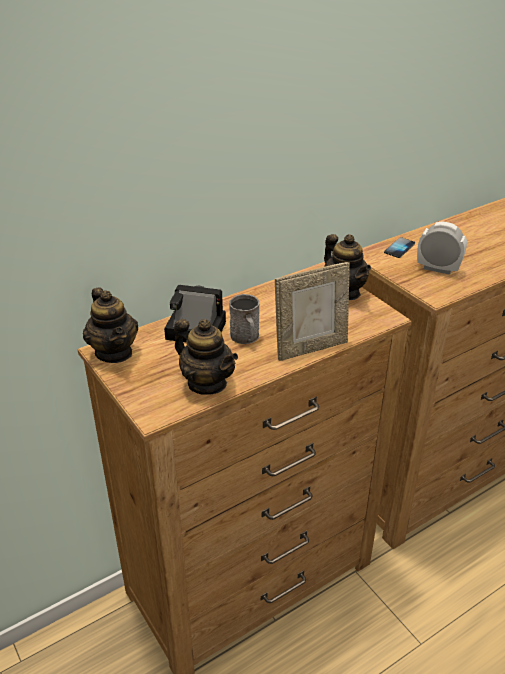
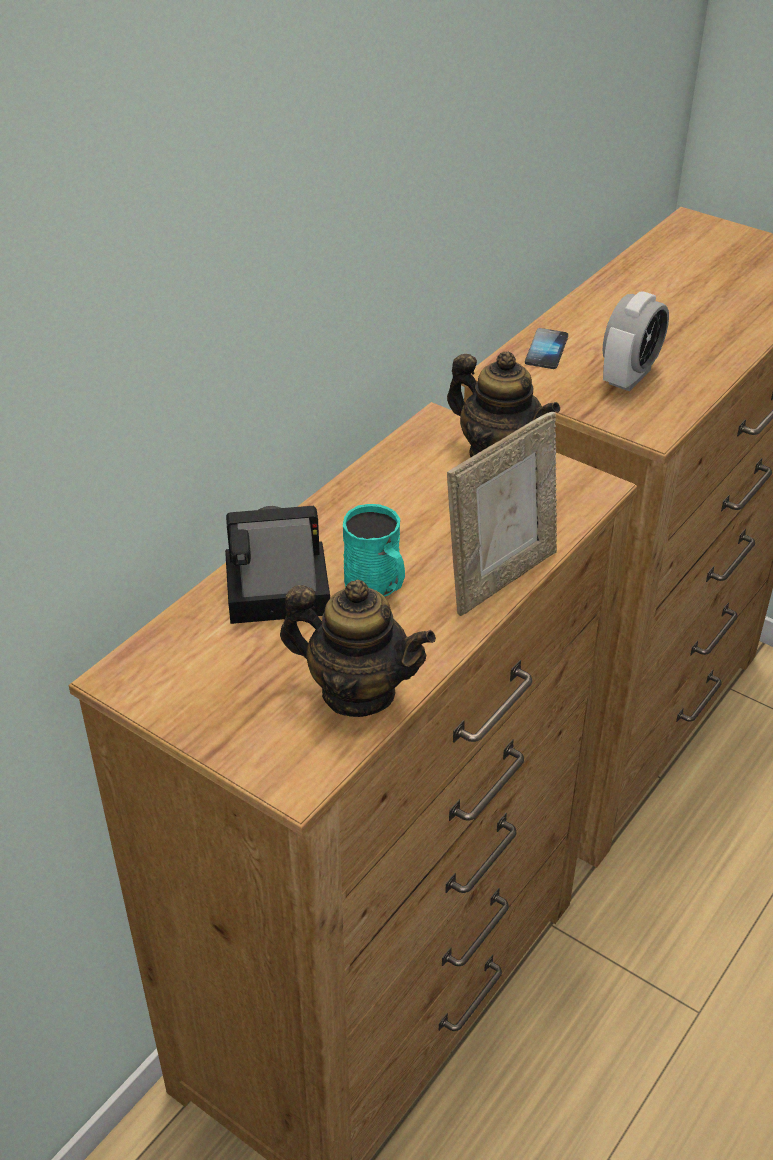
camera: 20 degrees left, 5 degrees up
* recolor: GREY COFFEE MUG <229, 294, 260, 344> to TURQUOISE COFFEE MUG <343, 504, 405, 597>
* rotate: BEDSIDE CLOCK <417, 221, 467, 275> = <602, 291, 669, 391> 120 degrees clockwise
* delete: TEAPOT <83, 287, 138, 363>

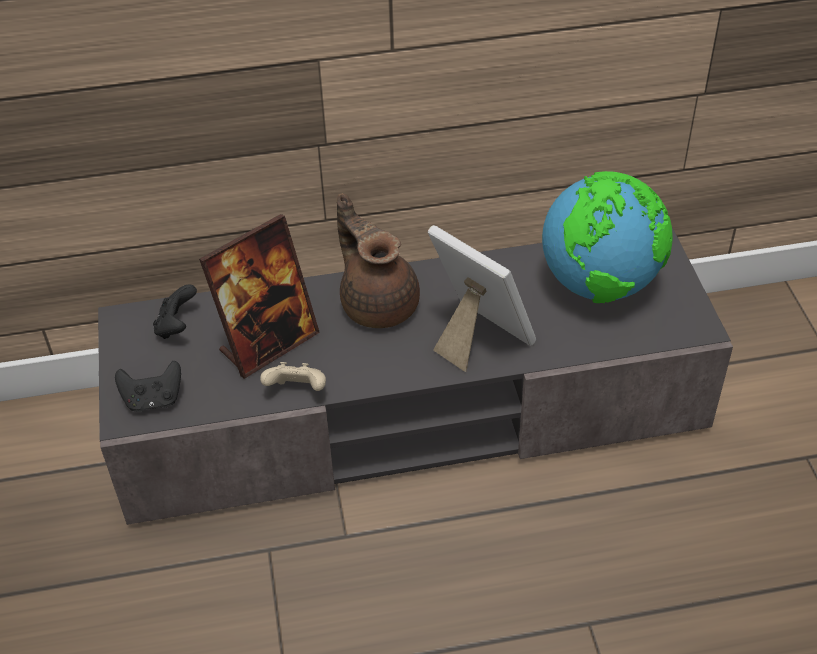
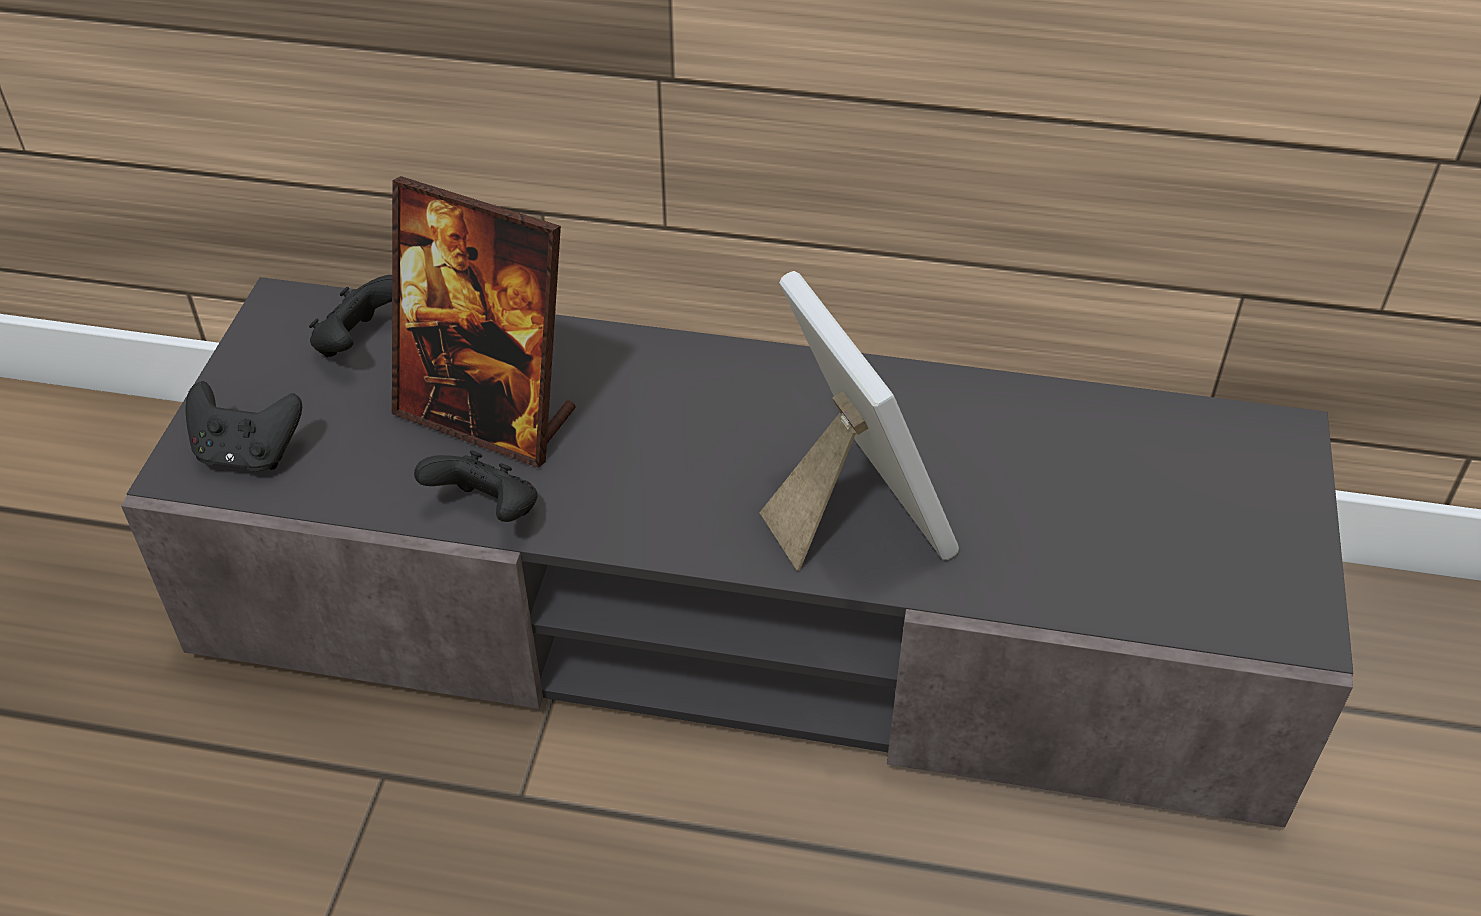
camera: 20 degrees right, 0 degrees up
* rotate: PHOTO FRAME <199, 214, 320, 379> = <392, 176, 576, 468> 45 degrees clockwise
* recolor: BEIGE JOYPAD <260, 362, 326, 391> to BLACK JOYPAD <414, 450, 538, 522>
* delete: BROWNISH TEAPOT <337, 193, 420, 328>
* delete: DESK GLOBE <542, 171, 673, 303>

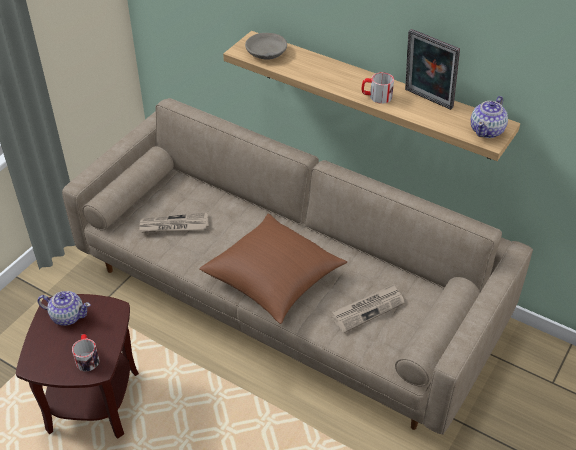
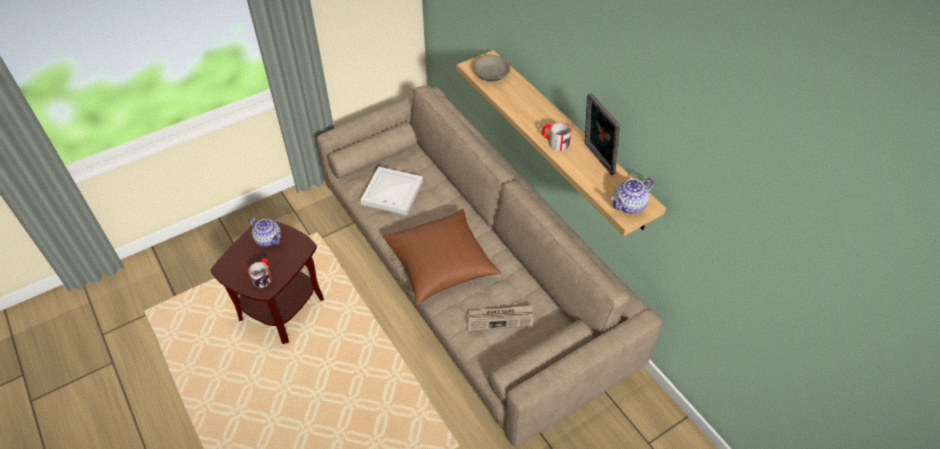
camera: 25 degrees right, 5 degrees up
* replace: DAILY PAPER <139, 213, 209, 233> to WHITE SERVING TRAY <360, 167, 423, 215>

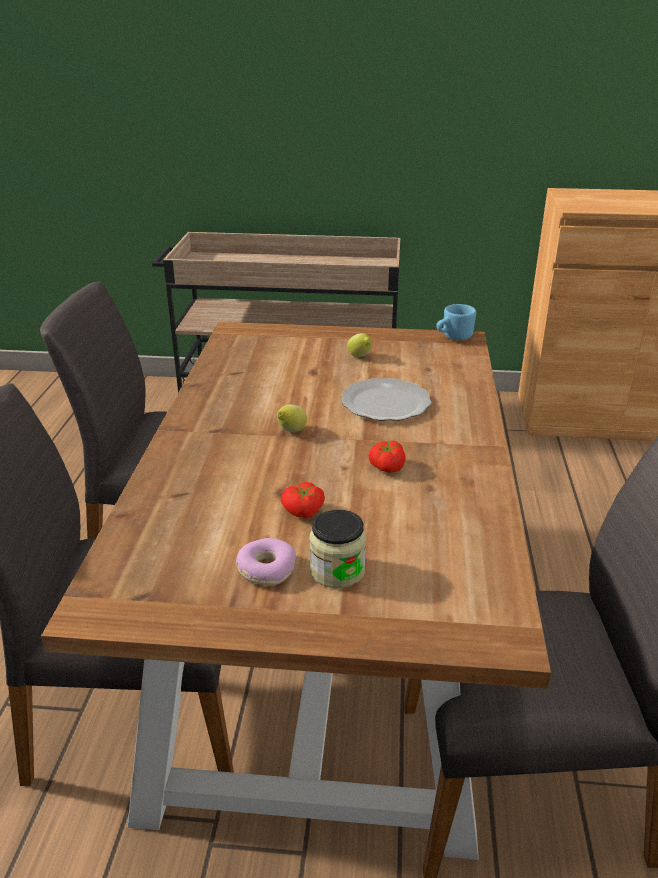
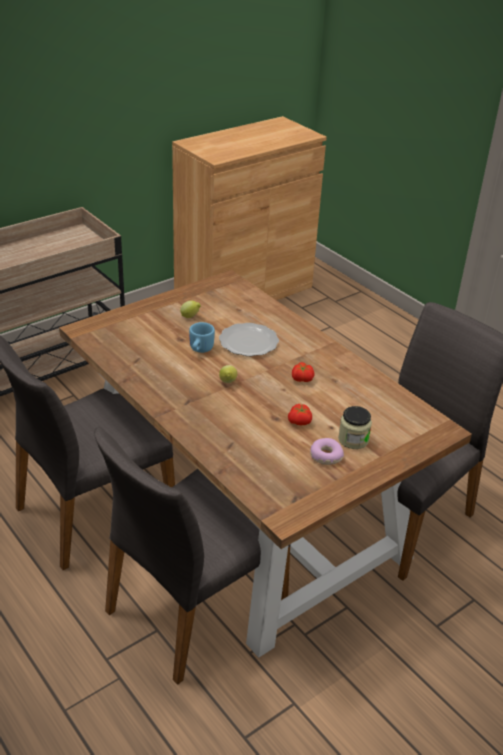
camera: 45 degrees left, 5 degrees up
* move: BLUISH COFFEE MUG <436, 304, 476, 340> to <189, 322, 215, 353>

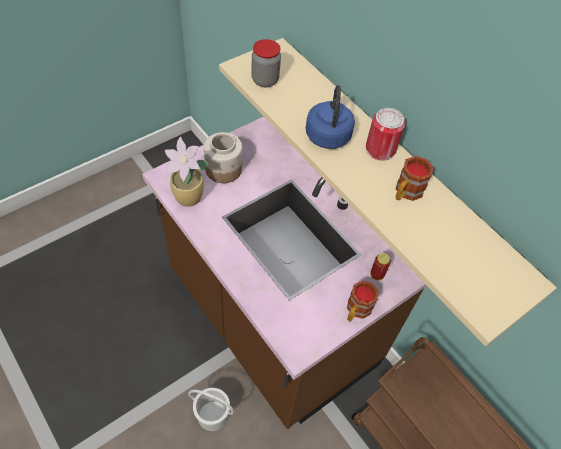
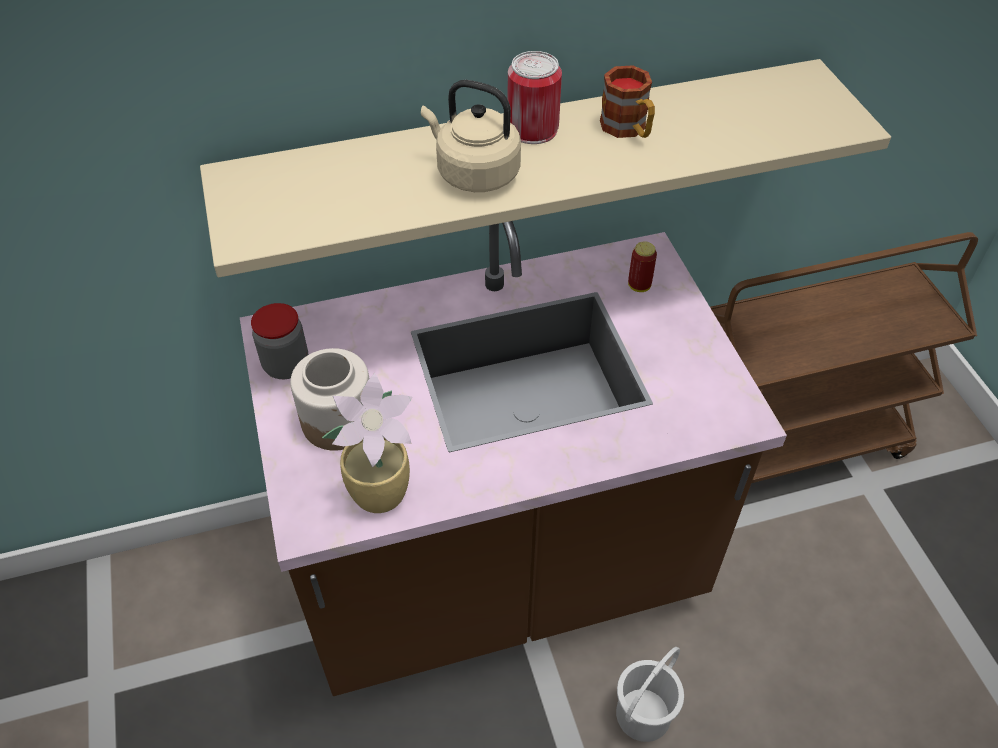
camera: 65 degrees left, 5 degrees down
* move: PRESERVE JAR <251, 39, 281, 87> to <251, 303, 308, 379>
* recolor: BLUISH TEA KETTLE <306, 85, 355, 149> to BEIGE TEA KETTLE <421, 80, 521, 192>
* delete: COFFEE MUG <347, 281, 379, 321>

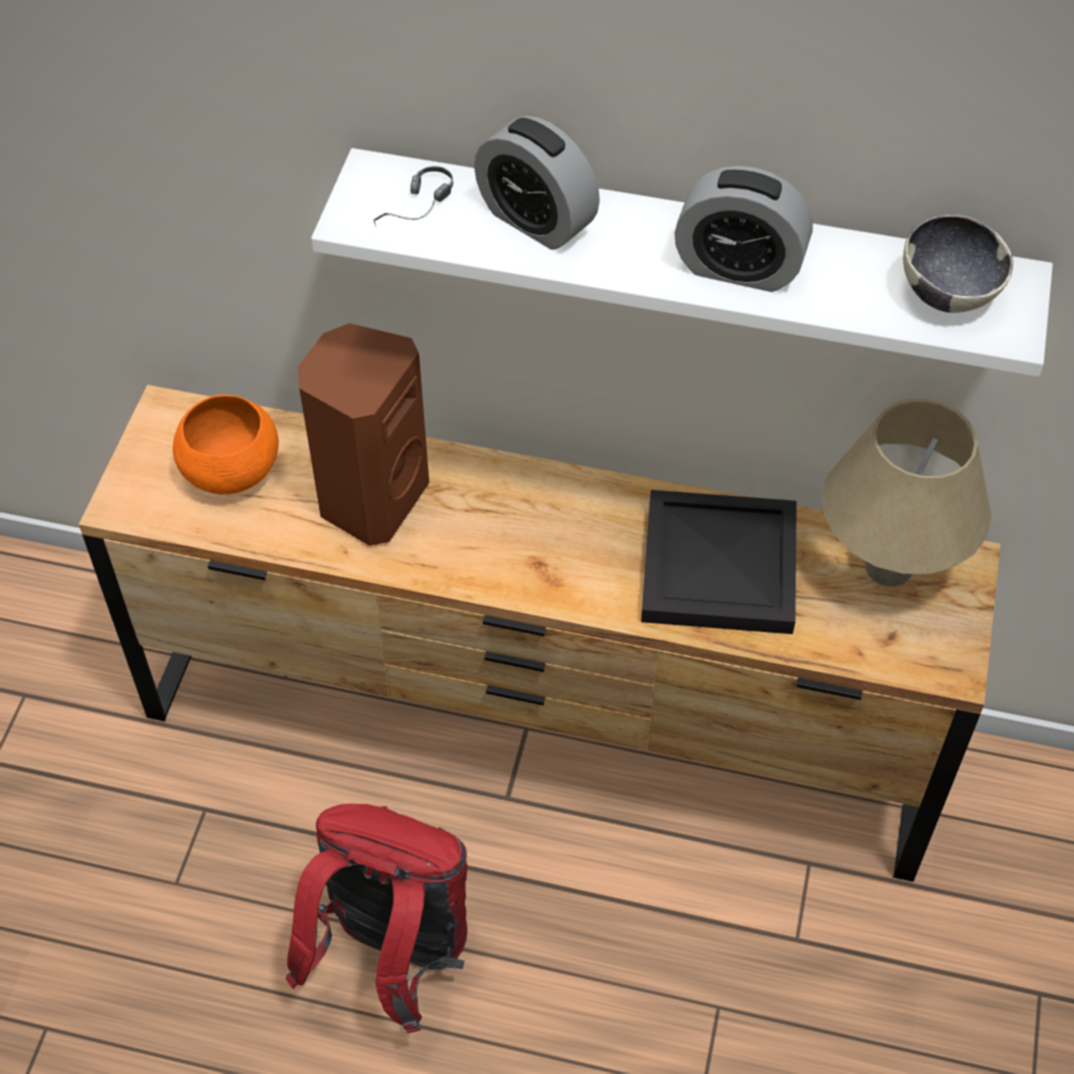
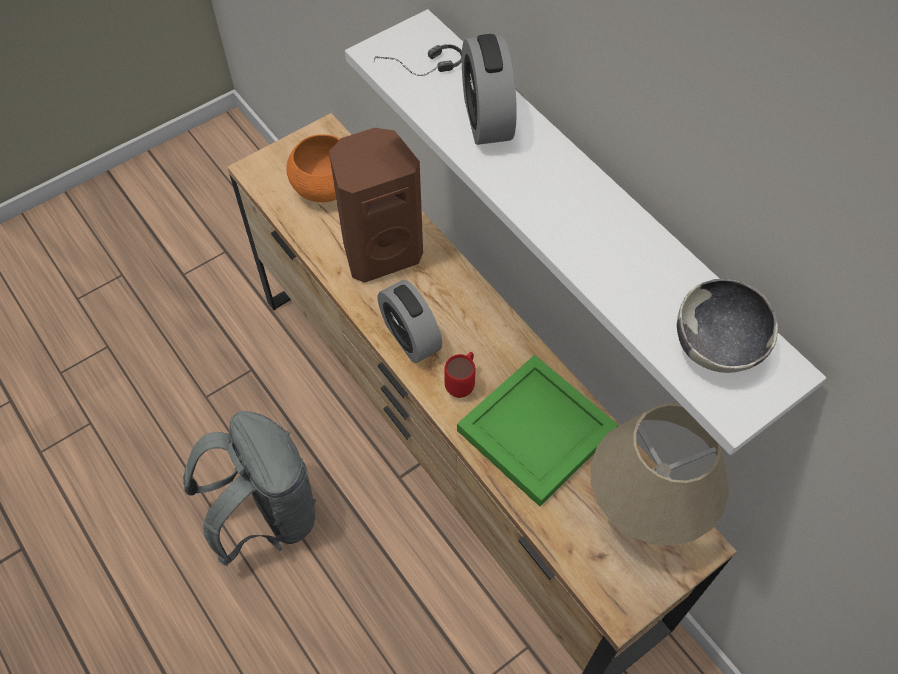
camera: 40 degrees right, 5 degrees up
* recolor: RED RUCKSACK <286, 804, 468, 1033> to GREY RUCKSACK <183, 411, 316, 567>
* move: BEDSIDE CLOCK <675, 166, 813, 292> to <378, 280, 442, 363>
* insert: RED COFFEE MUG <444, 352, 475, 398>
* recolor: BLACK SERVING TRAY <641, 490, 797, 634> to GREEN SERVING TRAY <457, 355, 618, 506>

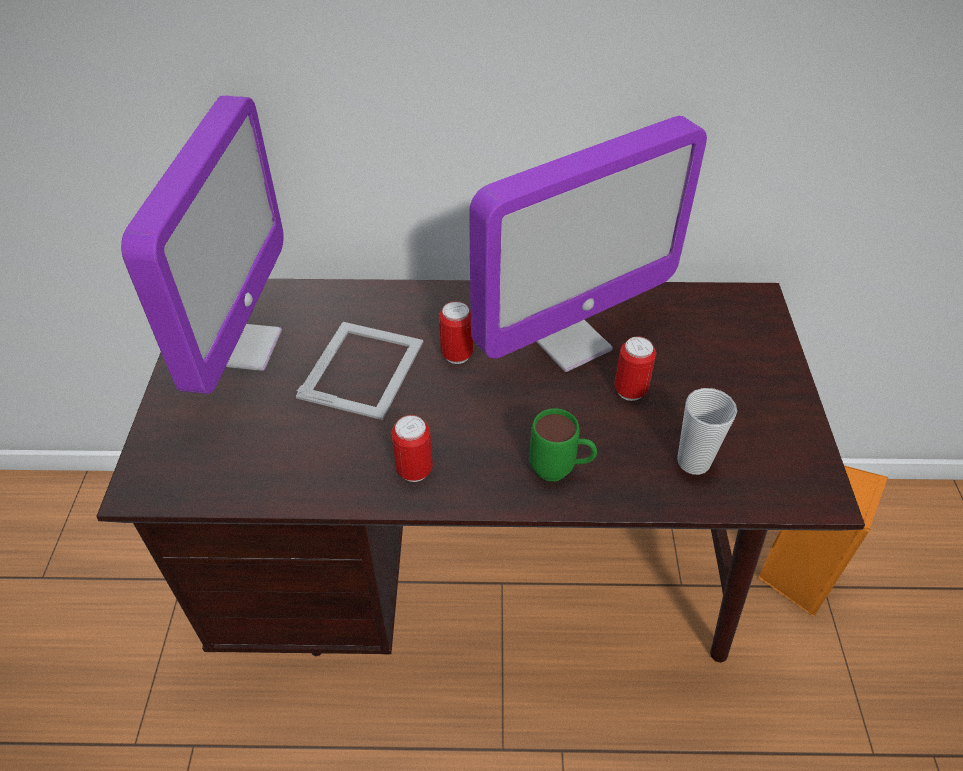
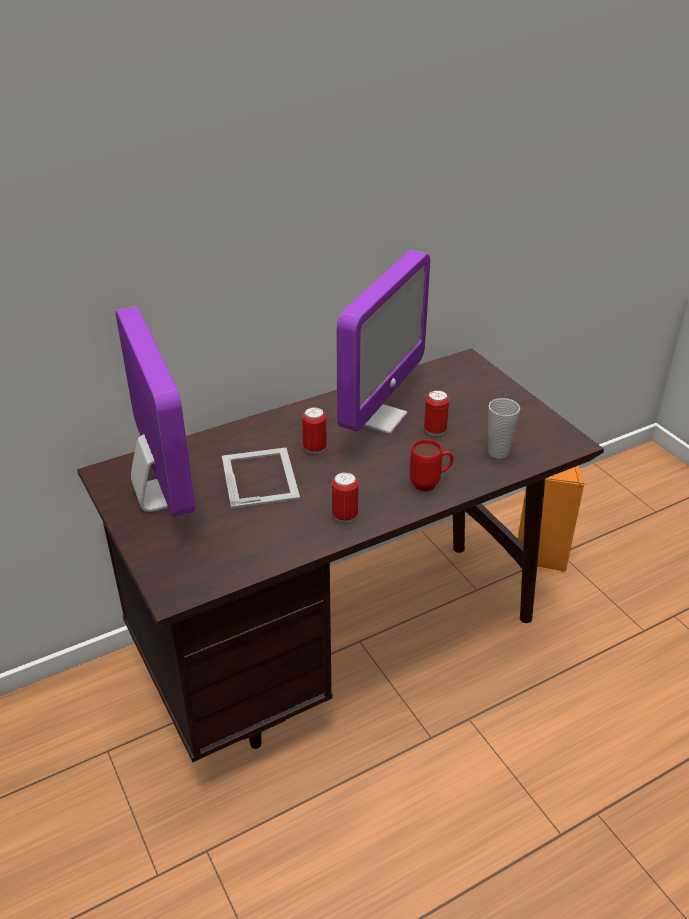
camera: 30 degrees left, 10 degrees down
* recolor: GREEN COFFEE MUG <529, 408, 597, 481> to RED COFFEE MUG <410, 439, 454, 491>

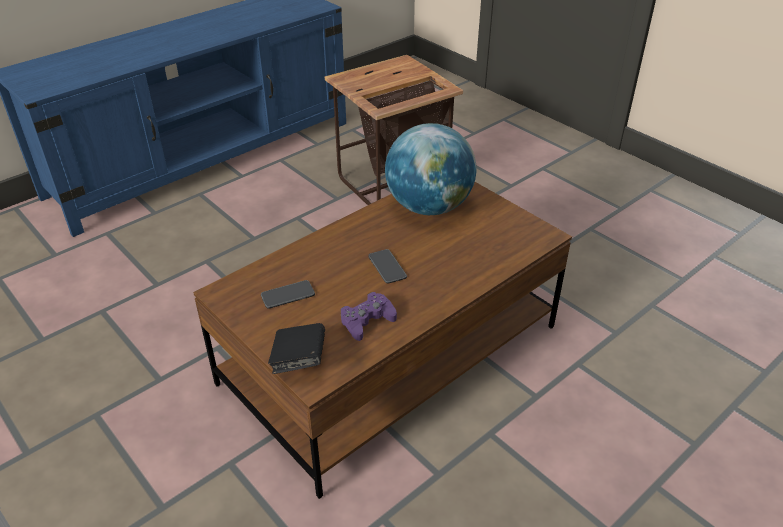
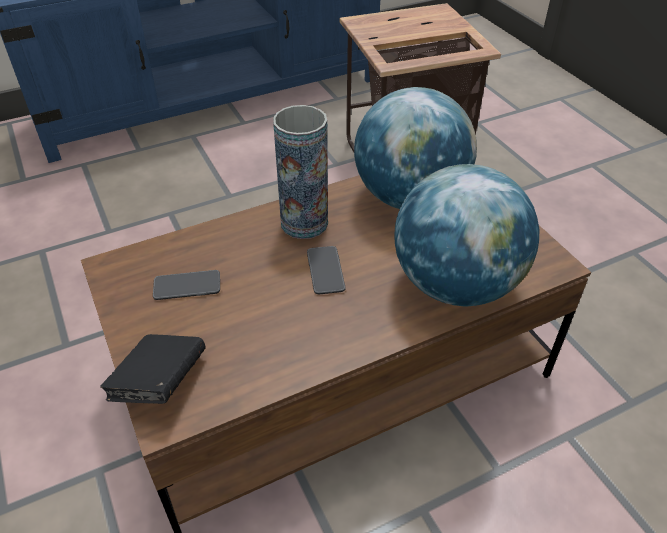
camera: 15 degrees right, 5 degrees up
* insert: DECORATIVE VASE <273, 105, 328, 239>
* insert: DESK GLOBE <394, 164, 539, 307>
* delete: PURPLISH JOYPAD <341, 292, 397, 341>

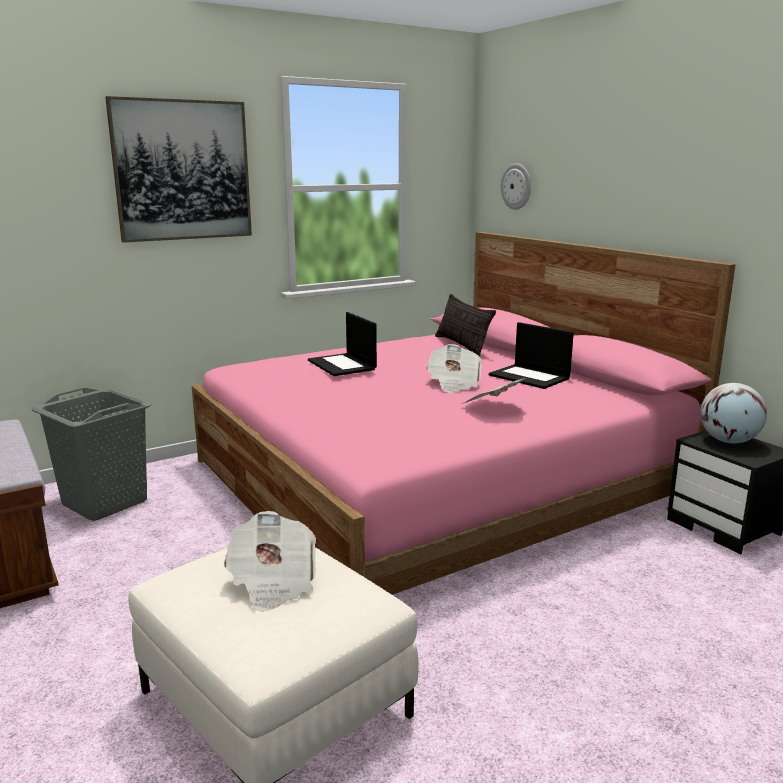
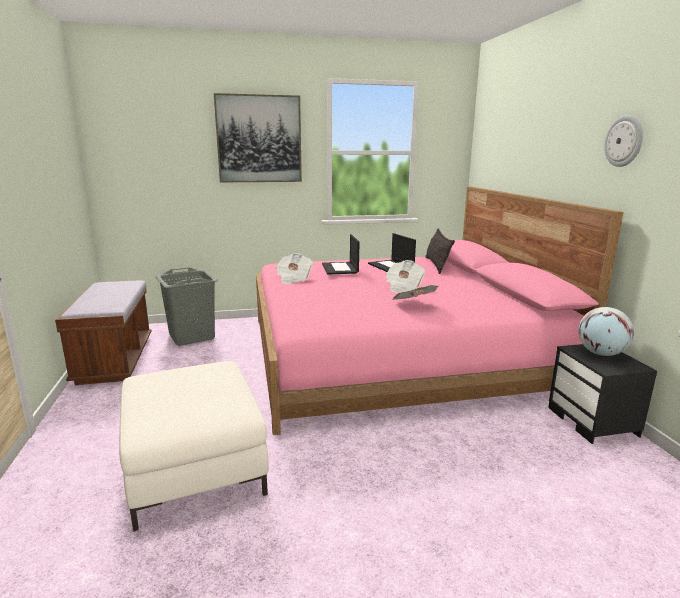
camera: 20 degrees right, 0 degrees up
* move: DAILY PAPER <224, 511, 316, 612> to <276, 253, 313, 284>
* move: PORTABLE COMPUTER <489, 322, 574, 389> to <368, 233, 416, 272>
* move: WALL CLOCK <501, 163, 531, 210> to <604, 115, 643, 167>

